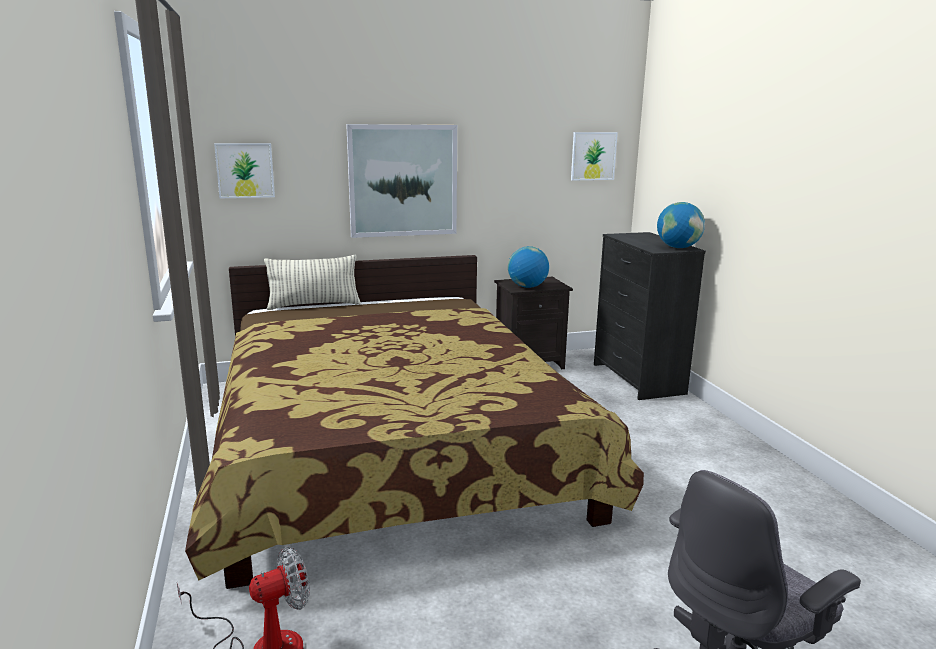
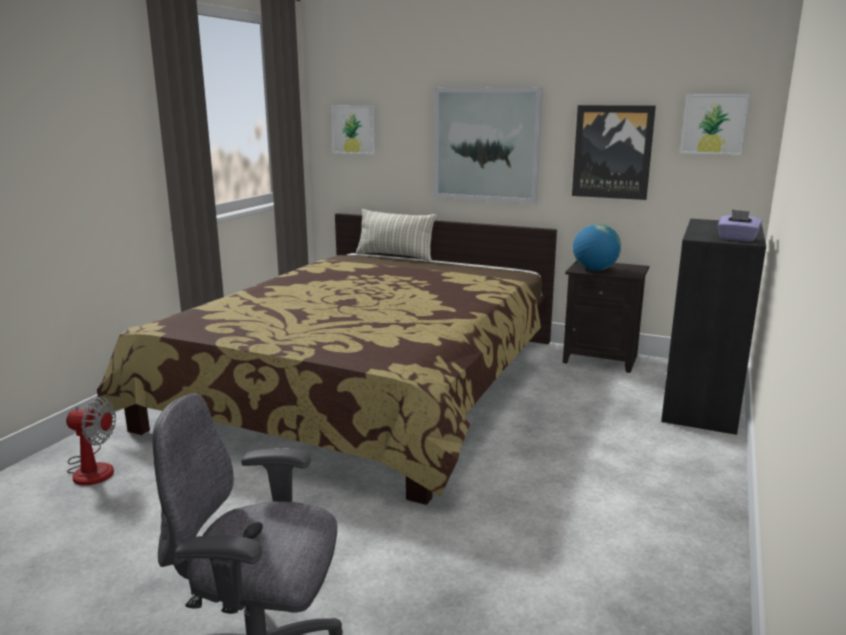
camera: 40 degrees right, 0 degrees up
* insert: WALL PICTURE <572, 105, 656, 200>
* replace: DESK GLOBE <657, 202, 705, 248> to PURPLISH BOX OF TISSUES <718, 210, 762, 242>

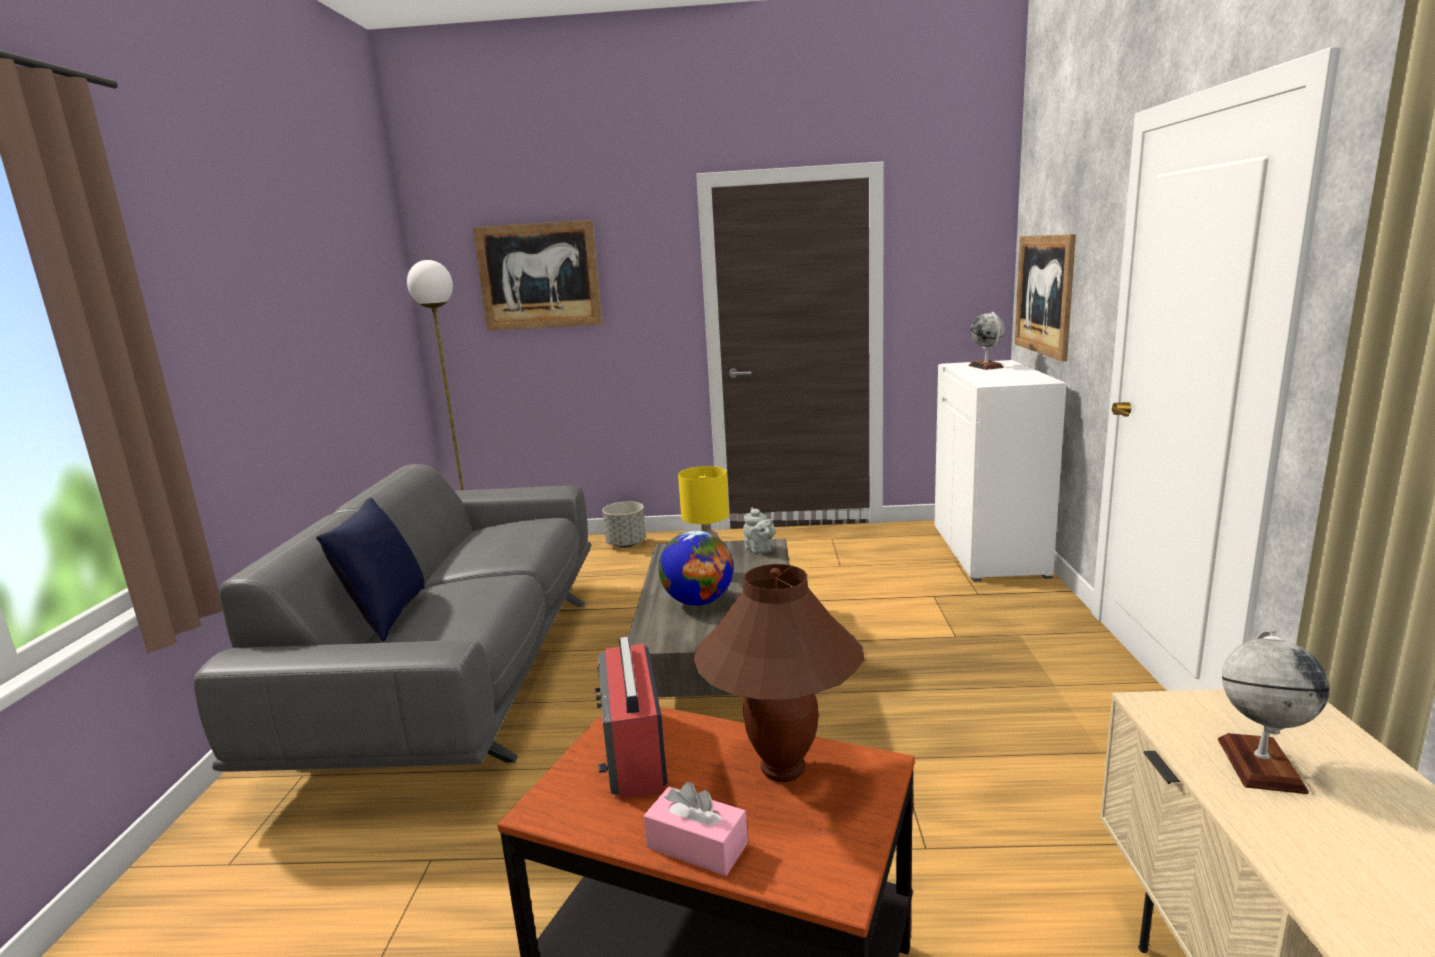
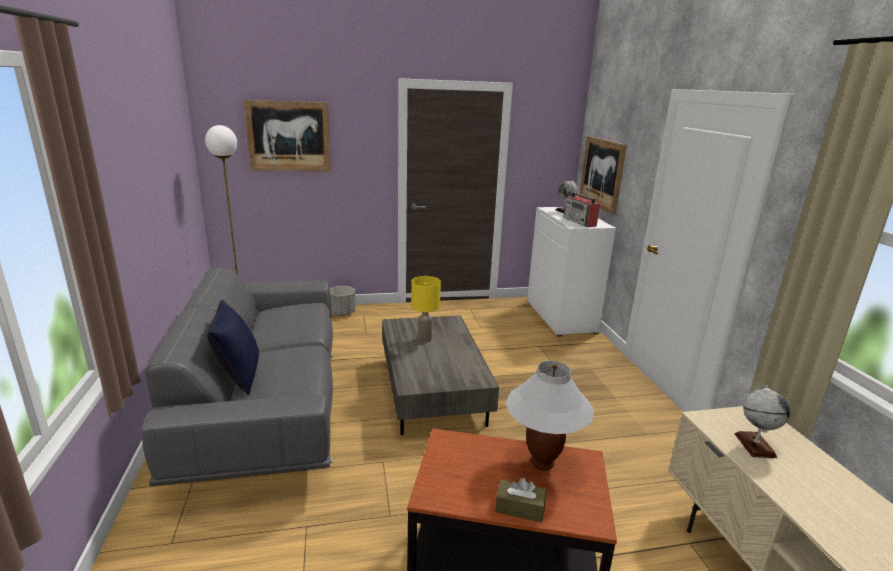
camera: 15 degrees left, 5 degrees up
* recolor: PINKISH BOX OF TISSUES <644, 782, 748, 876> to BROWNISH BOX OF TISSUES <495, 478, 546, 522>
* recolor: BROWNISH LAMP FOR A TABLE <694, 564, 864, 782> to WHITE LAMP FOR A TABLE <506, 361, 594, 471>
* move: RADIO SET <595, 637, 667, 799> to <563, 192, 600, 227>
* delete: DESK GLOBE <659, 530, 733, 606>
* delete: GREY TEAPOT <743, 508, 776, 554>

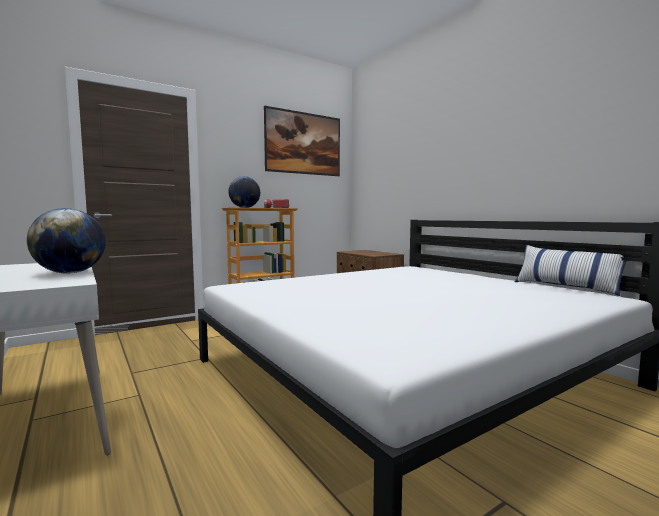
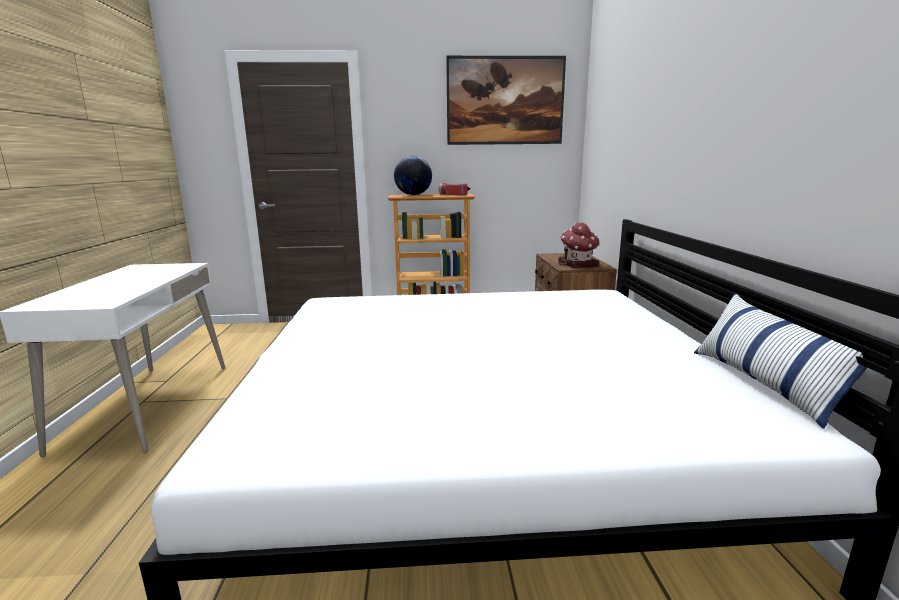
camera: 30 degrees right, 10 degrees up
* insert: TOY HOUSE <558, 222, 600, 268>
* delete: DESK GLOBE <27, 208, 106, 274>

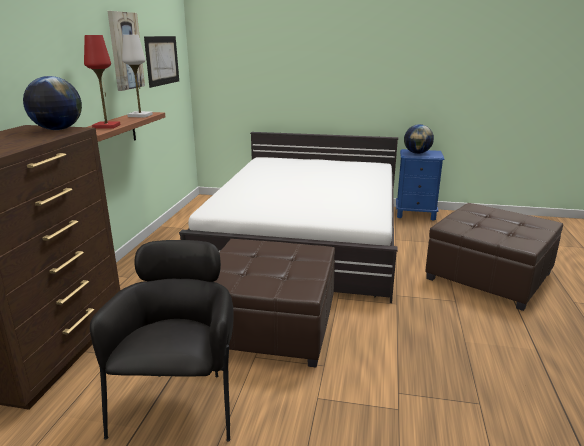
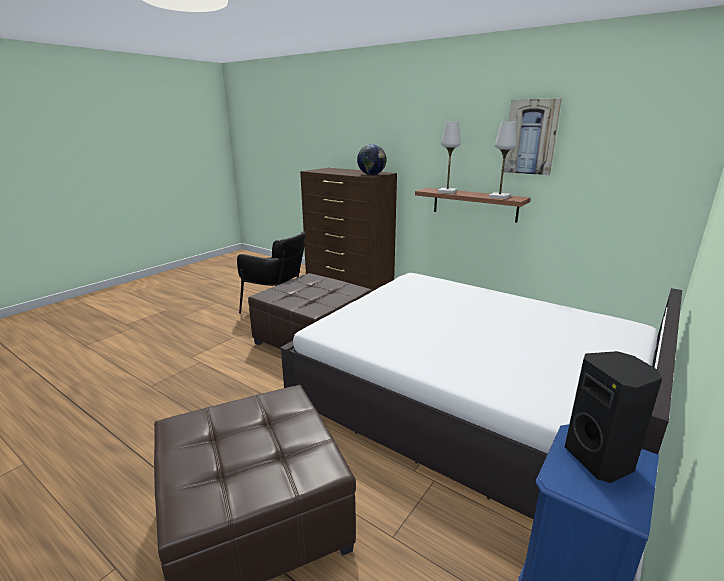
camera: 115 degrees right, 0 degrees up
* recolor: RED LAMP FOR A TABLE <84, 35, 121, 129> to WHITE LAMP FOR A TABLE <438, 121, 461, 194>
* replace: DESK GLOBE <404, 124, 434, 154> to BLACK LOUDSPEAKER <565, 351, 662, 483>
* delete: WALL PICTURE <144, 36, 179, 88>

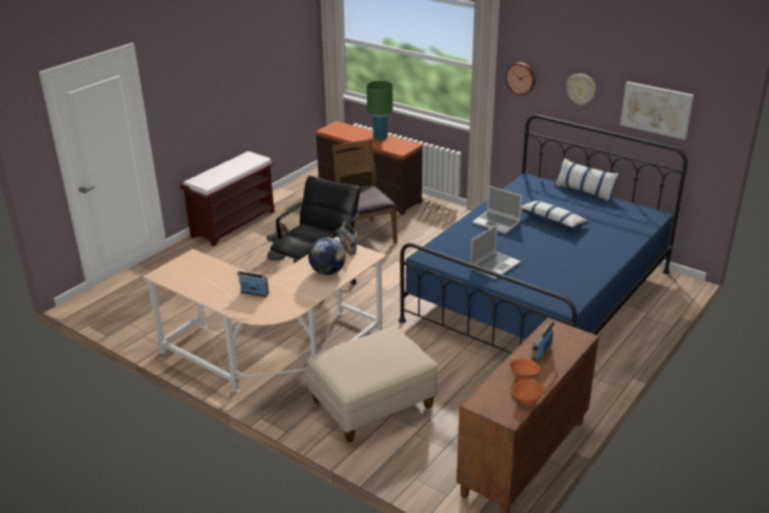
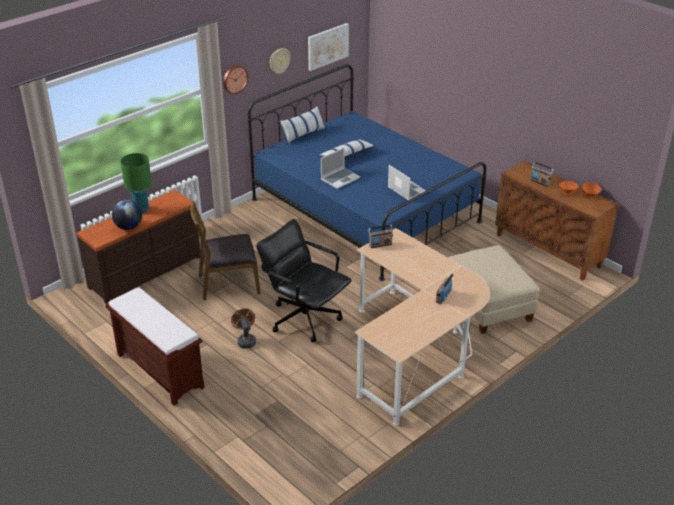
camera: 80 degrees left, 5 degrees up
* move: DESK GLOBE <308, 238, 346, 275> to <112, 200, 142, 230>

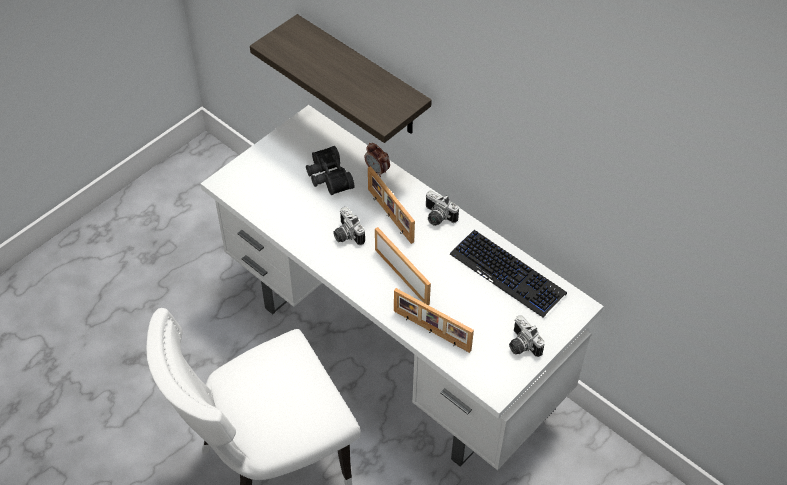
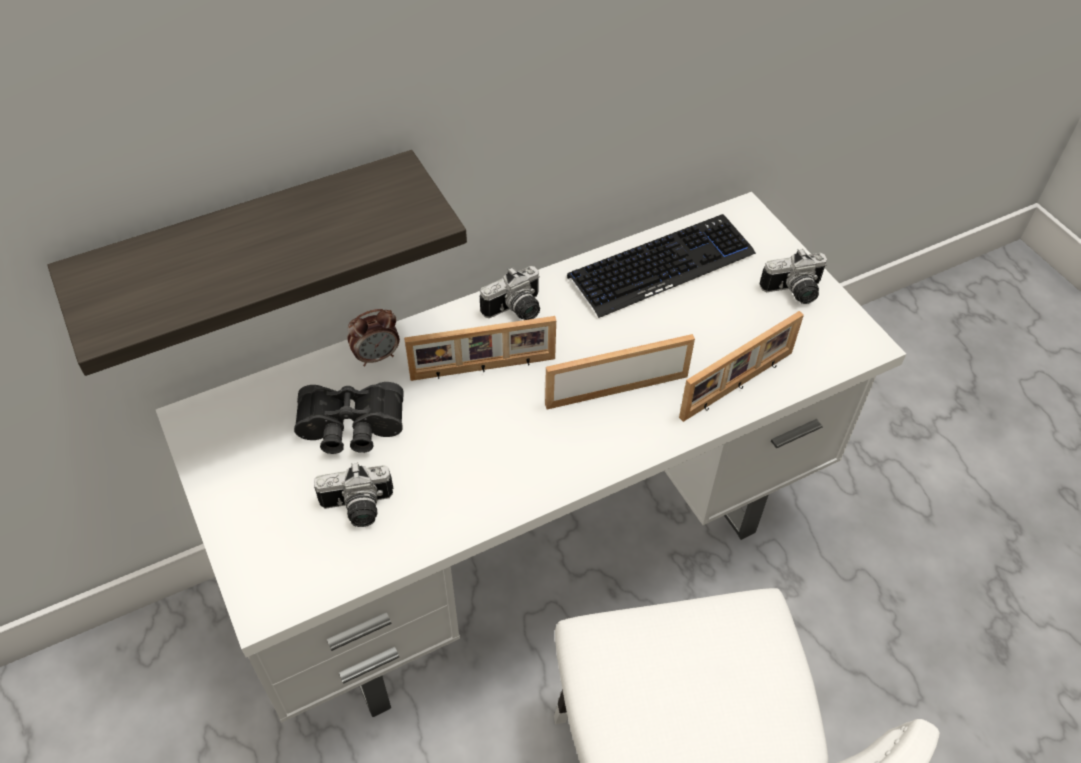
camera: 70 degrees left, 0 degrees up
* move: PHOTO CAMERA <333, 207, 365, 245> to <314, 462, 394, 527>

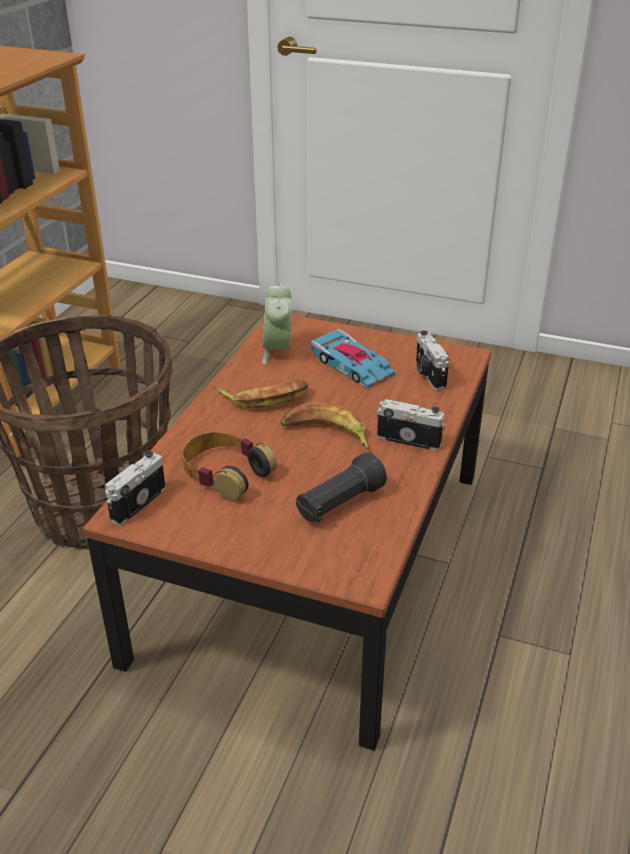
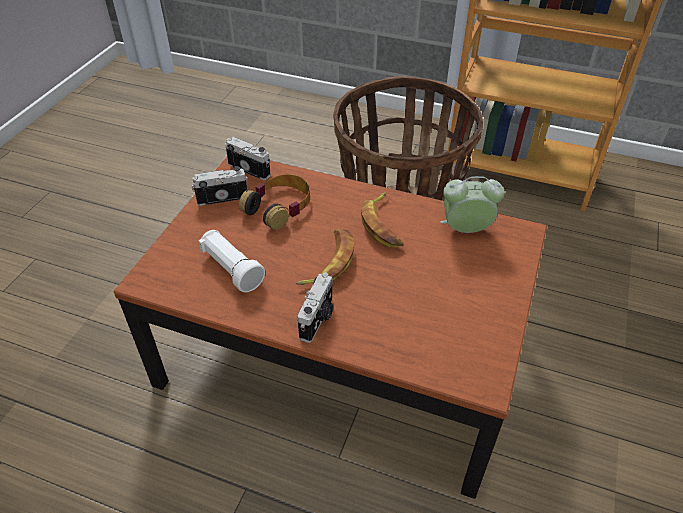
camera: 90 degrees right, 10 degrees up
* move: PHOTO CAMERA <416, 330, 449, 391> to <191, 166, 248, 206>
* recolor: BLACK TORCH <296, 452, 387, 523> to WHITE TORCH <199, 230, 265, 292>
* delete: MINIATURE CAR <311, 329, 395, 388>

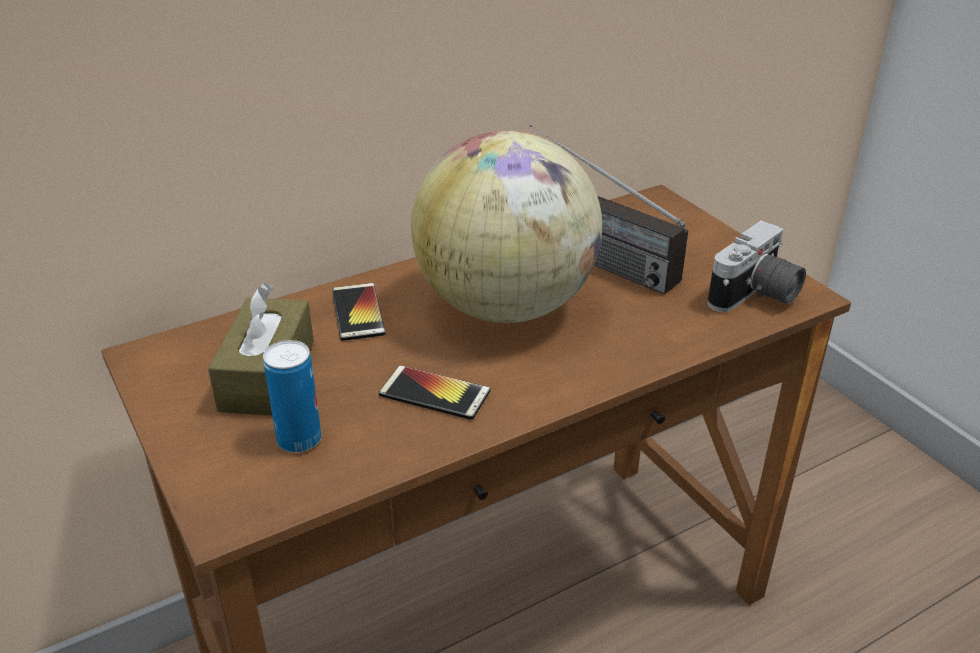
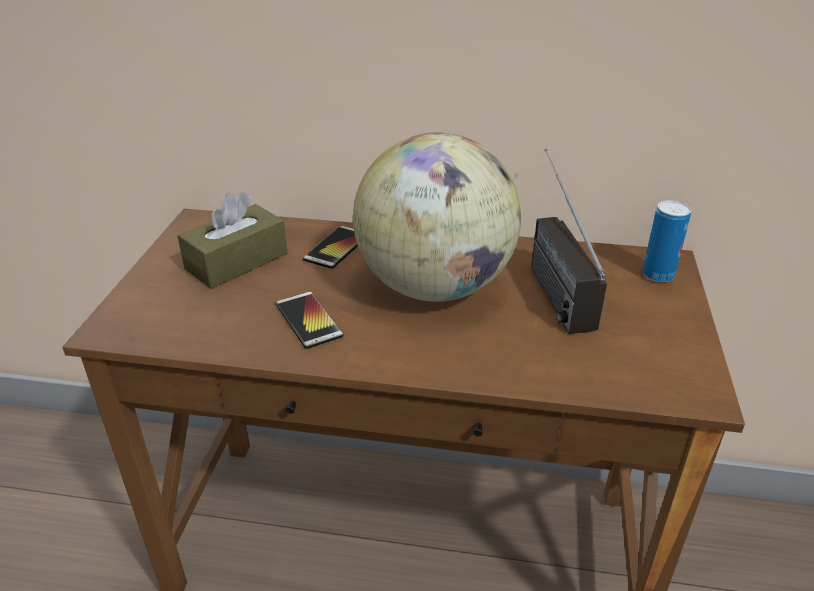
camera: 40 degrees right, 0 degrees up
* move: CAN <263, 340, 321, 452> to <642, 200, 691, 282>
* delete: PHOTO CAMERA <707, 221, 806, 312>

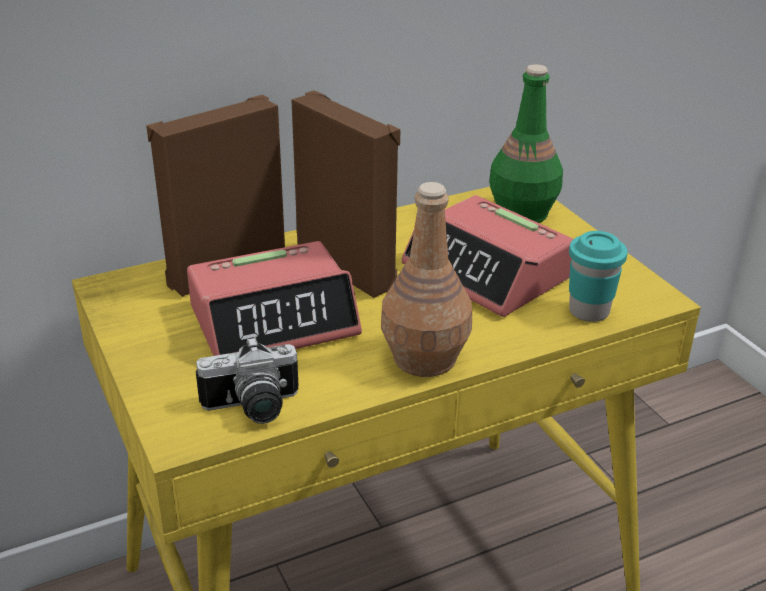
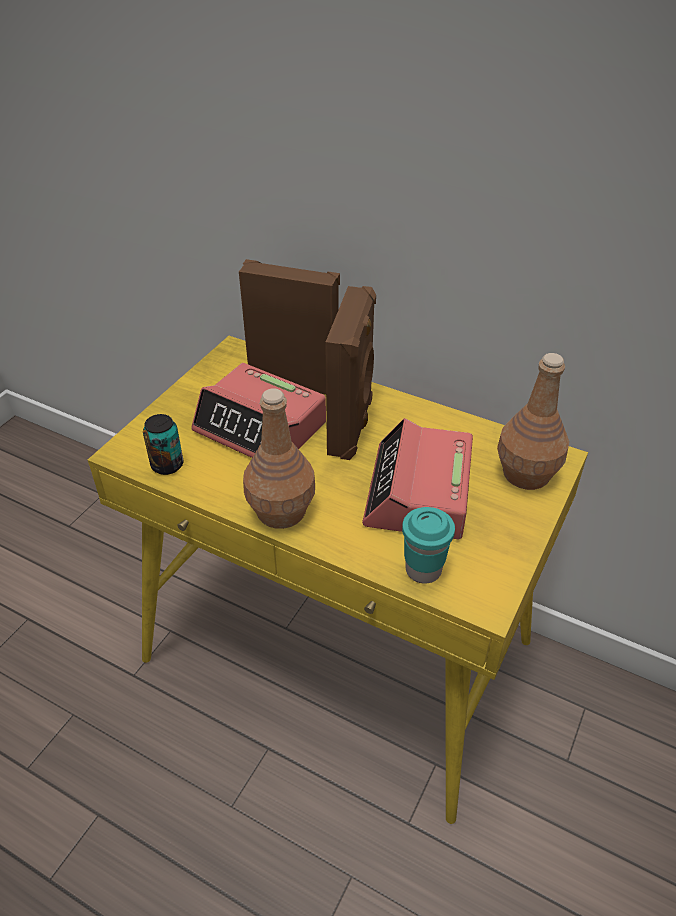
camera: 55 degrees right, 10 degrees up
* replace: PHOTO CAMERA <196, 336, 299, 424> to CAN <143, 414, 184, 475>
* recolor: GREEN DRINK BOTTLE <489, 64, 563, 223> to BROWNISH DRINK BOTTLE <497, 353, 569, 490>

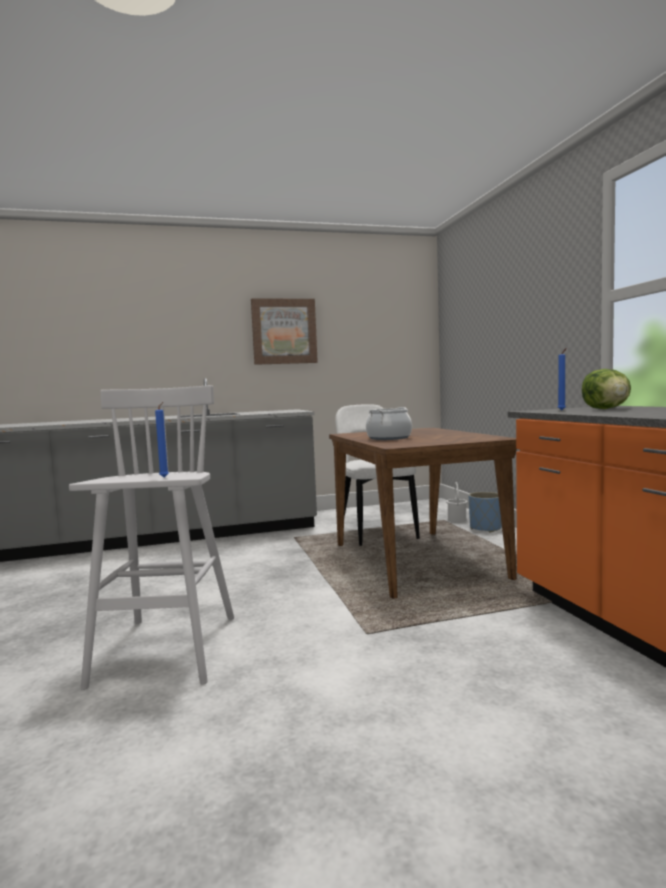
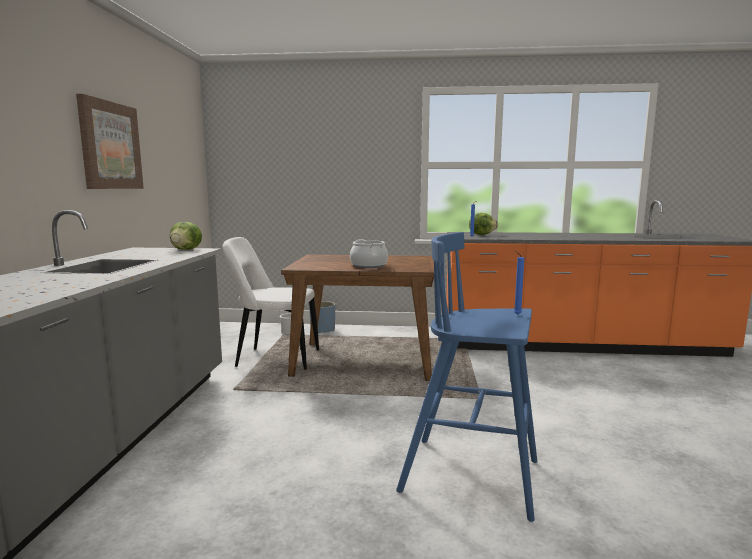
camera: 70 degrees left, 5 degrees up
* insert: HEAD OF LETTUCE <170, 222, 202, 250>
* recolor: WHITE STOOL SEAT <69, 385, 234, 690> to BLUISH STOOL SEAT <396, 232, 537, 522>

